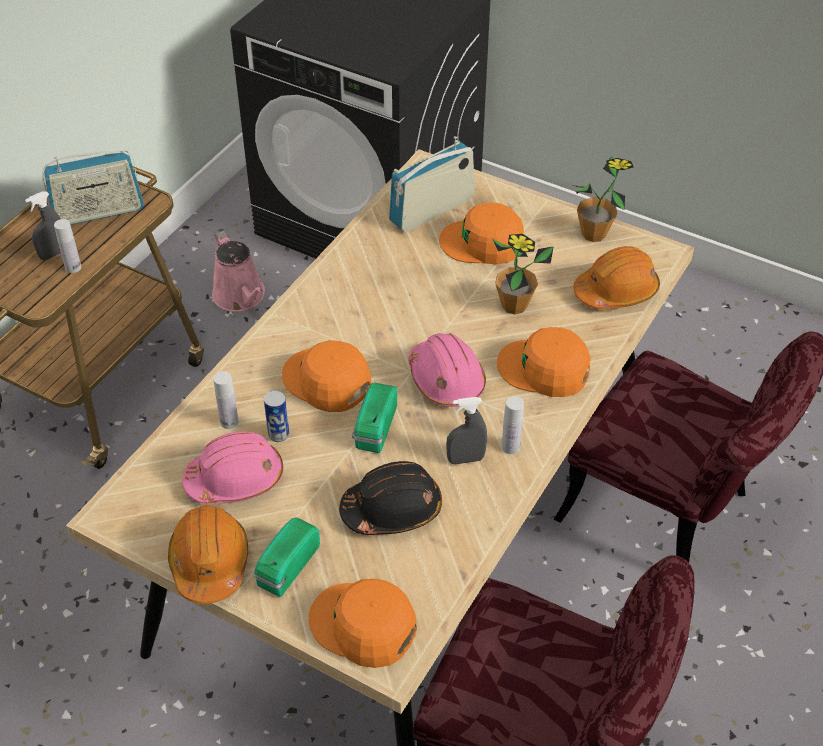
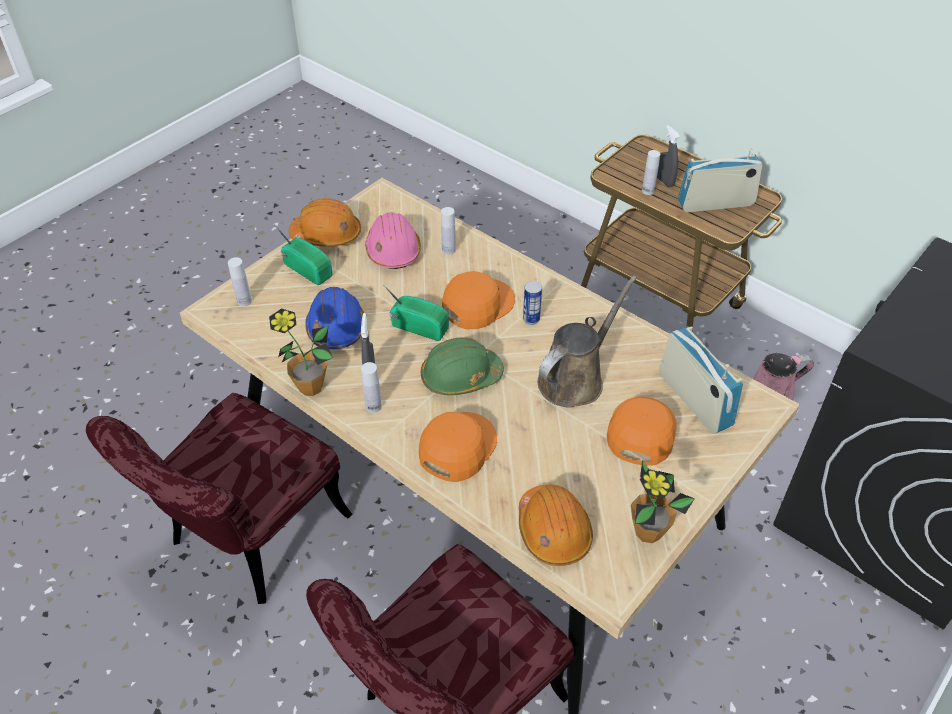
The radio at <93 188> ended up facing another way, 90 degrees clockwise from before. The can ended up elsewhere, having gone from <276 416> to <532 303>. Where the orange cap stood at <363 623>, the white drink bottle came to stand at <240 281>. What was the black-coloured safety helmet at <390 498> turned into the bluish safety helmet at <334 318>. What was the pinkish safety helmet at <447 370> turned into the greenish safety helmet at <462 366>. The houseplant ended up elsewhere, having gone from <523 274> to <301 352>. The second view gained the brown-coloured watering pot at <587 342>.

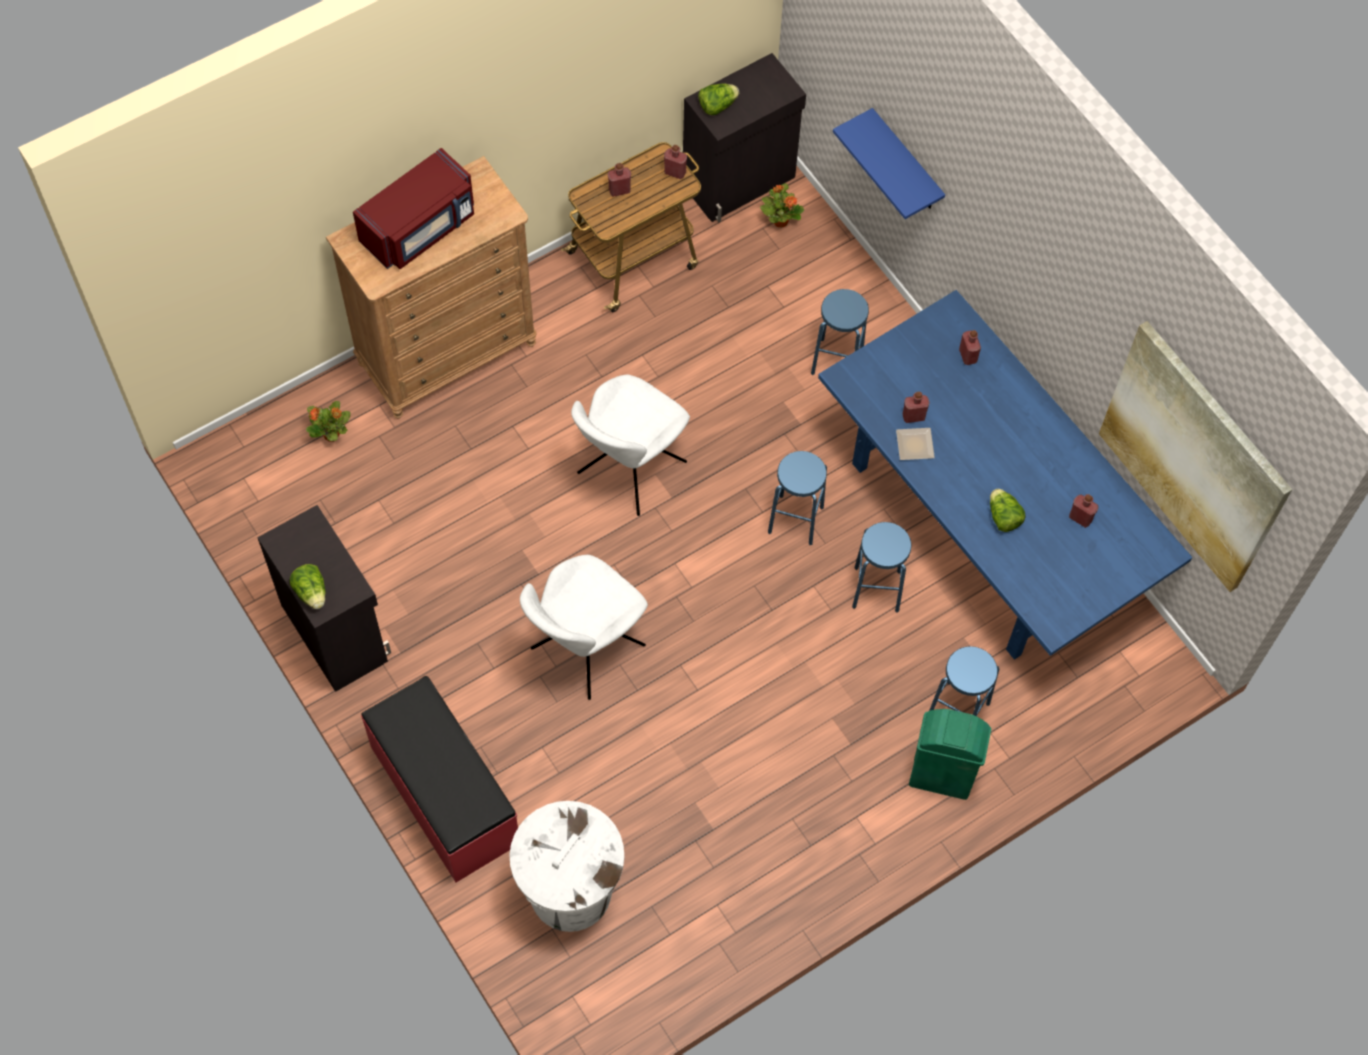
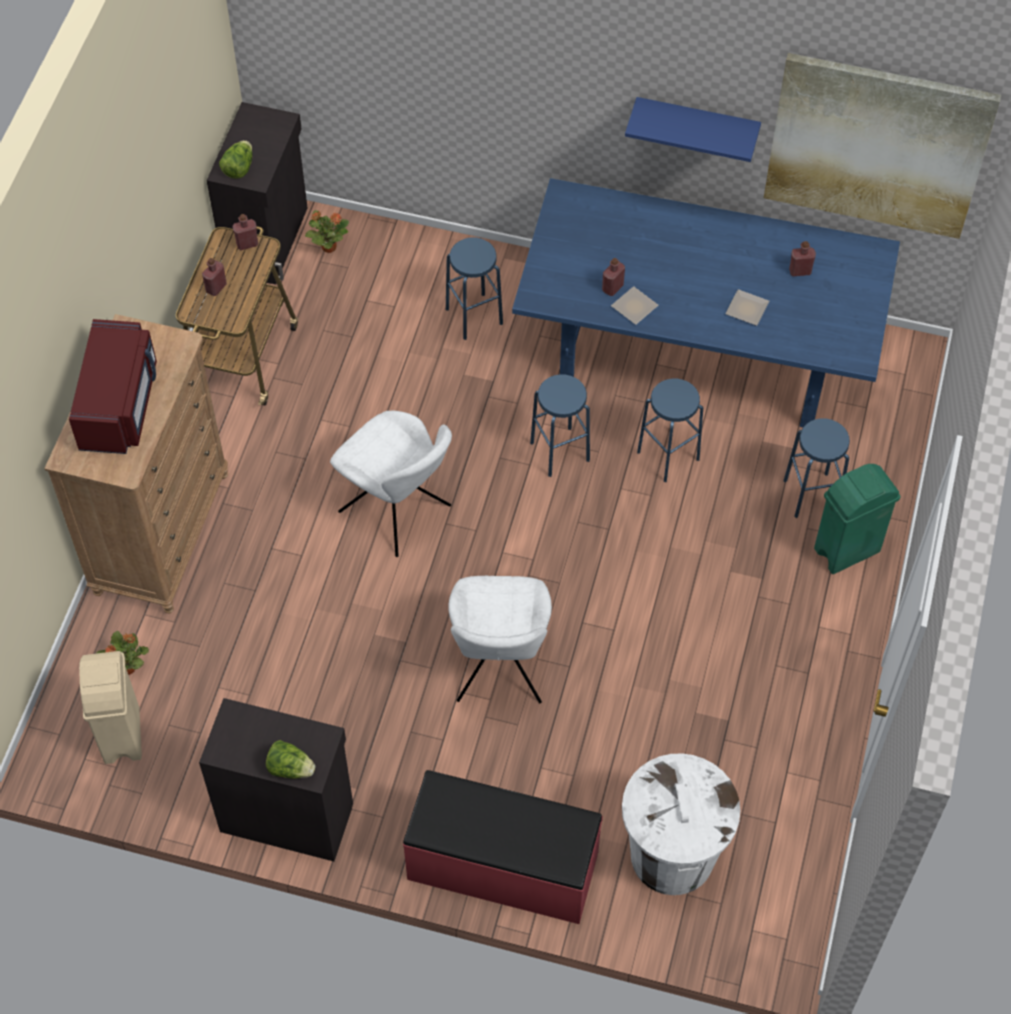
The white upright chair at <630 445> ended up facing another way, 45 degrees counterclockwise from before. The bluish bracket shelf ended up elsewhere, having gone from <889 163> to <693 129>. The second view lost the red drink bottle at <970 347>. Where the head of lettuce stood at <1008 510>, the plate came to stand at <747 307>. The second view gained the beige-coloured trash can at <110 707>.

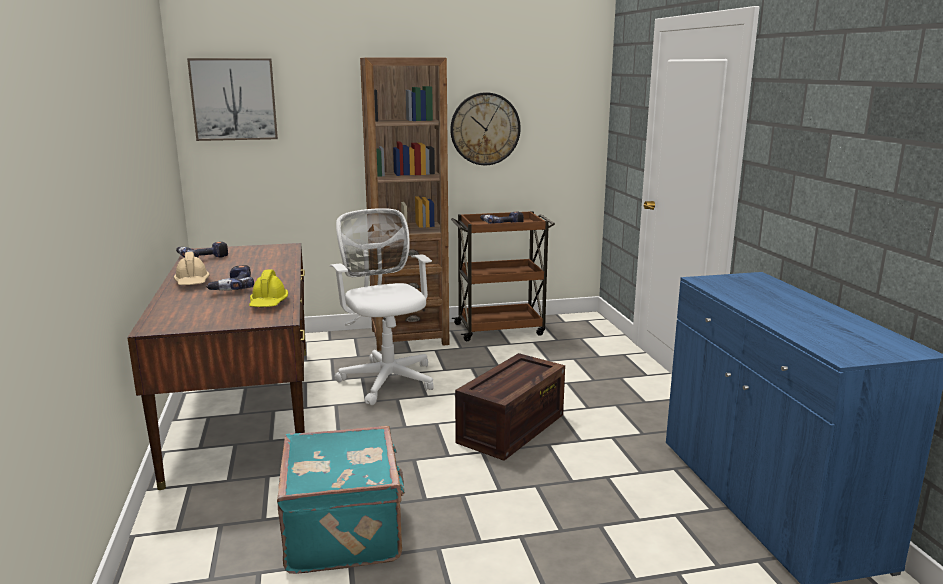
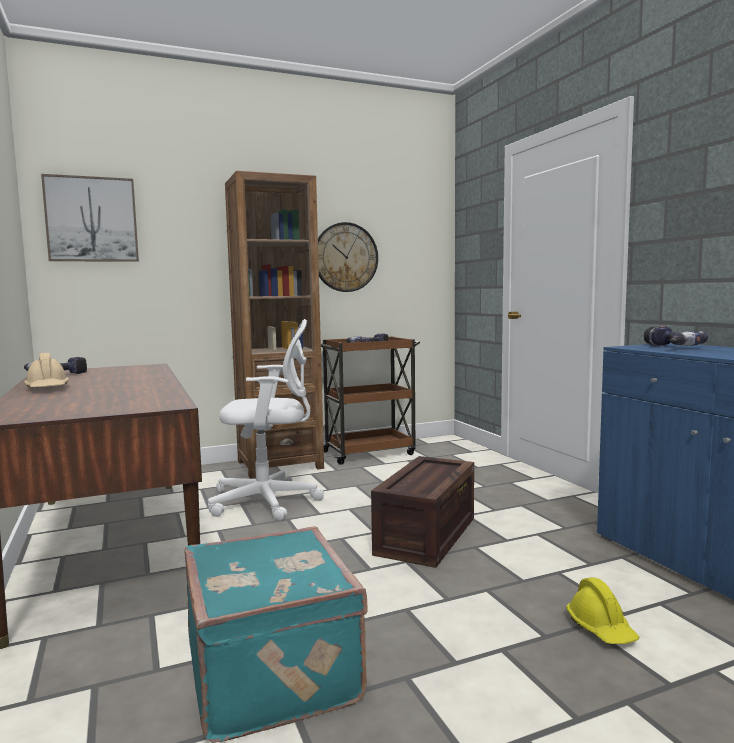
The electric drill ended up elsewhere, having gone from <230 278> to <676 336>. The yellow safety helmet ended up elsewhere, having gone from <268 288> to <603 610>. The white computer chair at <382 306> ended up facing another way, 120 degrees clockwise from before.

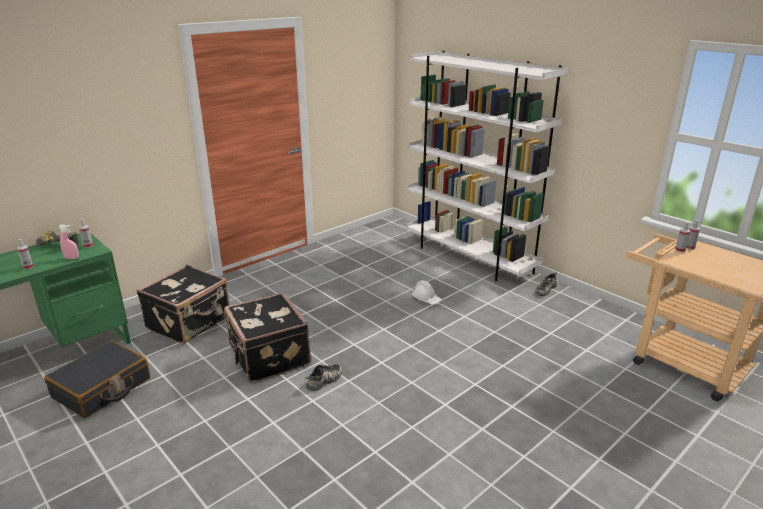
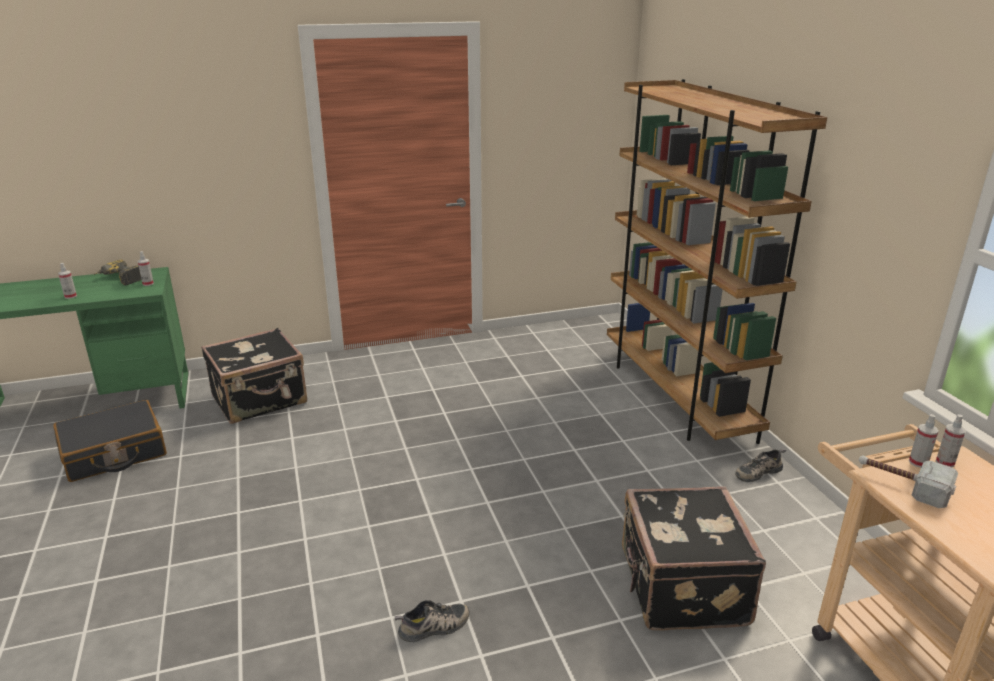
The second view lost the pinkish spray bottle at <68 242>. The black-coloured travel case ended up elsewhere, having gone from <267 337> to <694 558>. The shoe ended up elsewhere, having gone from <323 377> to <432 621>. What was the white bookshelf at <488 166> turned into the brown-coloured bookshelf at <717 261>. The second view lost the white safety helmet at <427 293>. The second view gained the tool hammer at <908 481>.

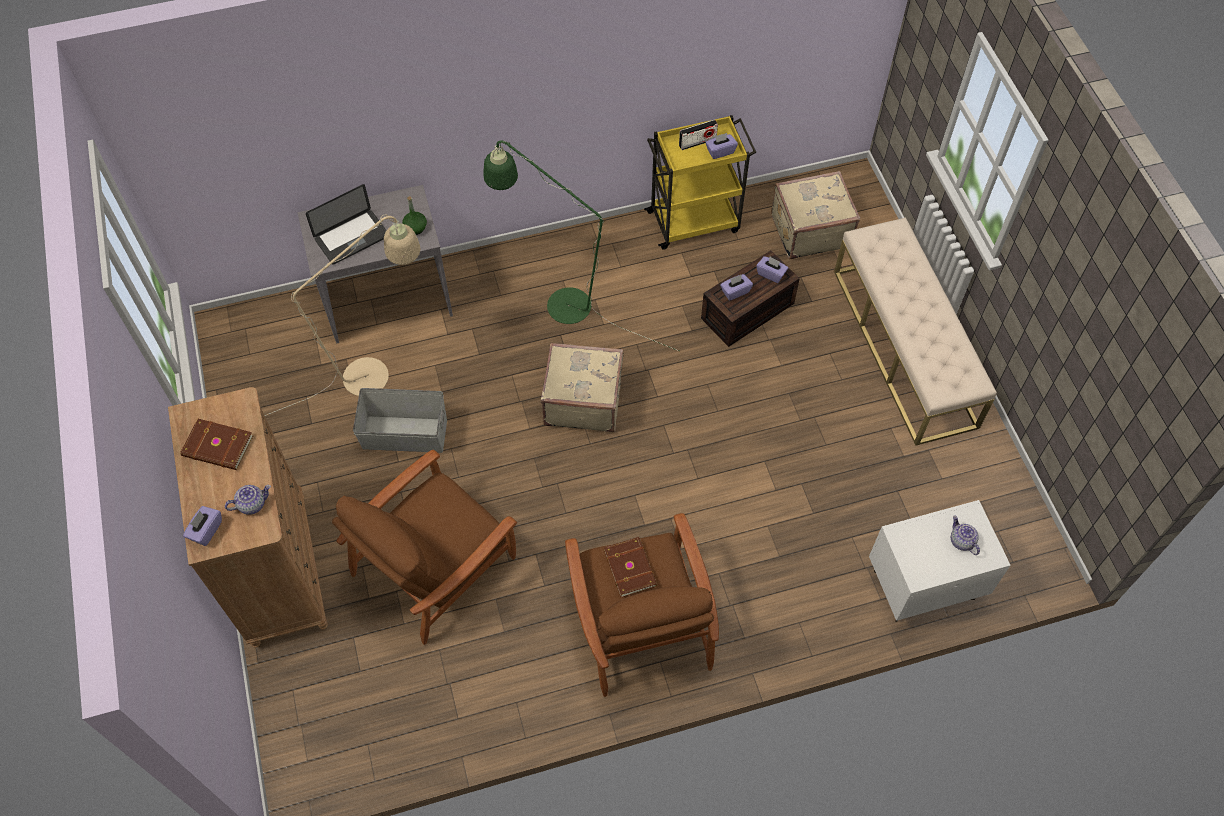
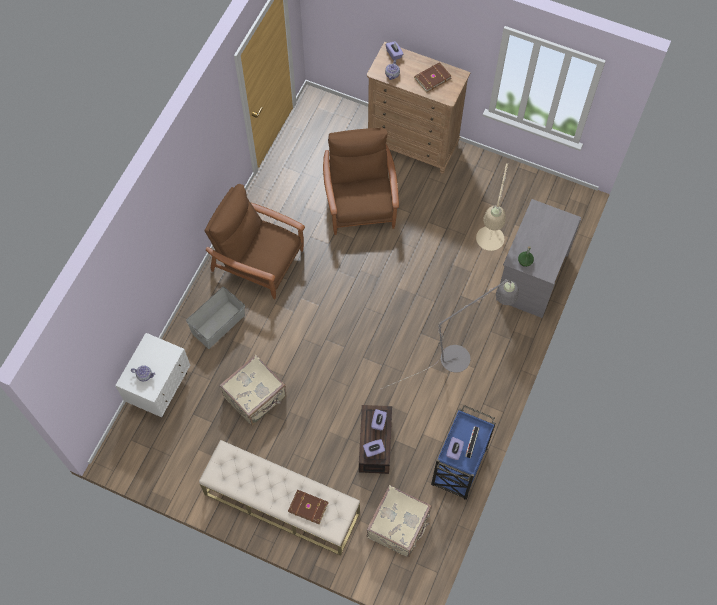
The second view lost the portable computer at <346 224>. The grey storage container ended up elsewhere, having gone from <400 420> to <215 318>. What was the greenish floor lamp at <581 245> turned into the grey floor lamp at <450 334>. The beige-coloured travel case ended up elsewhere, having gone from <582 387> to <253 390>. The brown-coloured bound book ended up elsewhere, having gone from <630 567> to <308 507>. What was the yellow wheeled cart at <700 182> turned into the bluish wheeled cart at <463 452>.

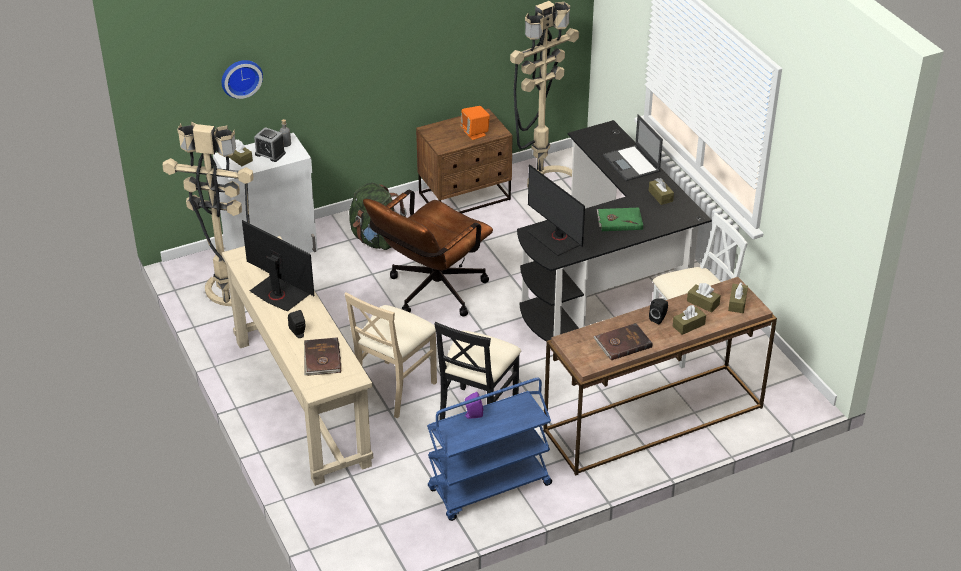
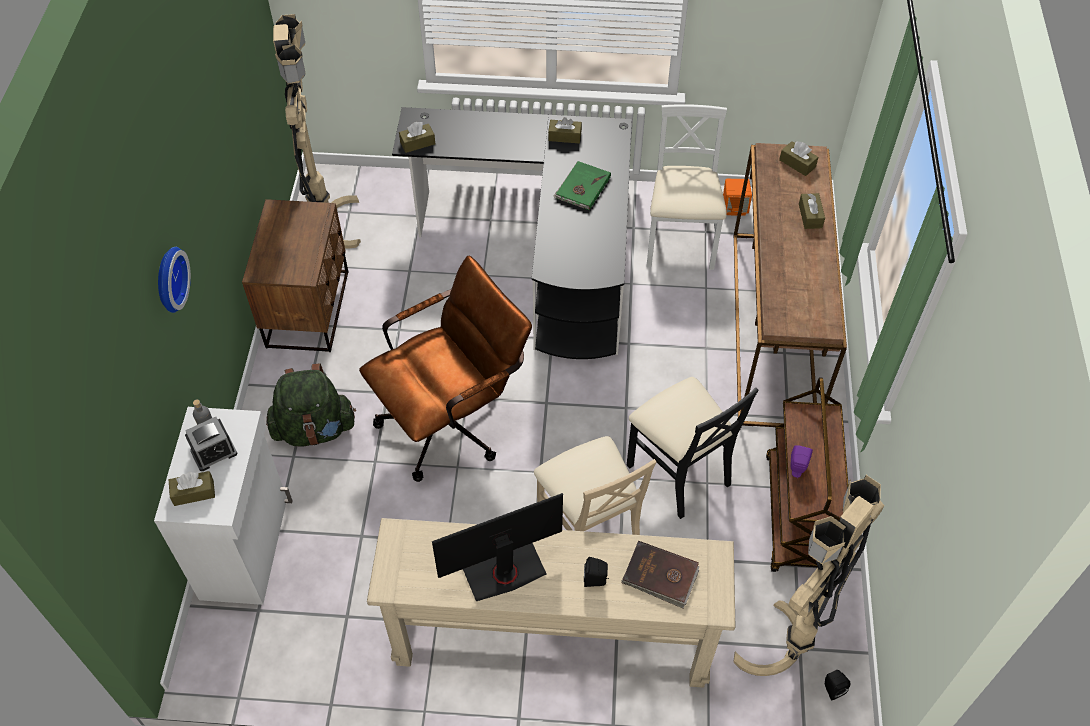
The beige-coloured floor lamp ended up elsewhere, having gone from <207 213> to <808 575>. The clock on the wall ended up elsewhere, having gone from <242 79> to <174 280>. The brown-coloured computer chair at <428 253> ended up facing another way, 105 degrees counterclockwise from before. What was the bluish wheeled cart at <489 449> turned into the brown-coloured wheeled cart at <807 474>. The orange loudspeaker ended up elsewhere, having gone from <475 123> to <737 197>. The second view lost the monitor at <556 210>. The second view lost the brown-coloured bound book at <623 341>. The second view lost the portable computer at <633 147>. The black-coloured loudspeaker ended up elsewhere, having gone from <658 311> to <837 685>. The brown-coloured tissue holder ended up elsewhere, having gone from <704 298> to <417 137>.

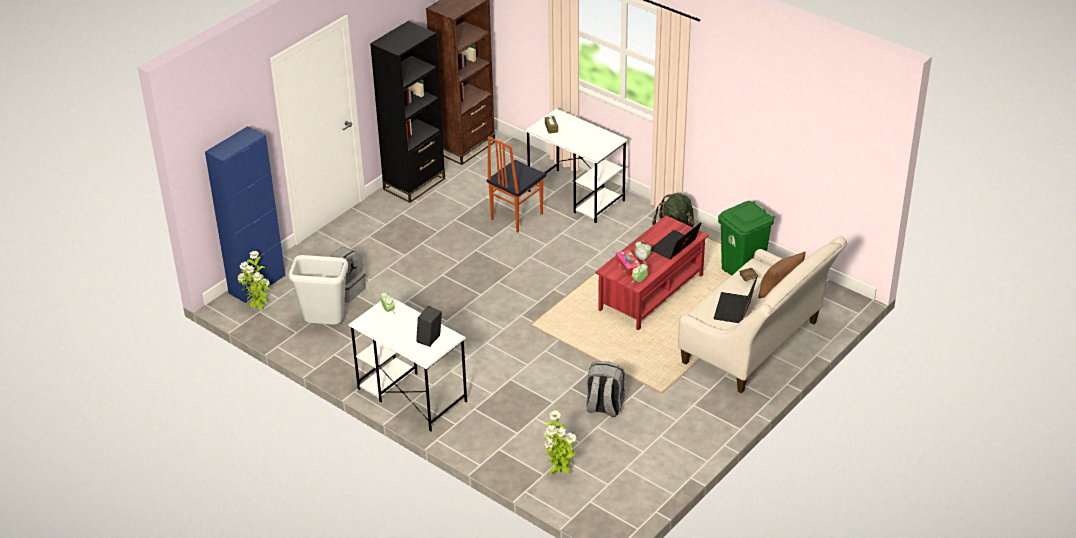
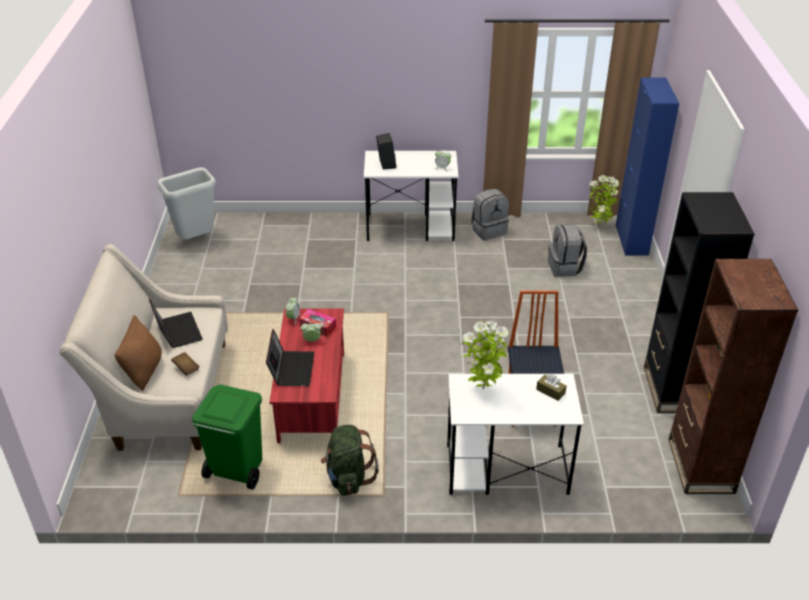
The grey trash can ended up elsewhere, having gone from <318 290> to <186 203>. The houseplant ended up elsewhere, having gone from <559 442> to <485 355>. The grey rucksack ended up elsewhere, having gone from <605 389> to <490 215>.

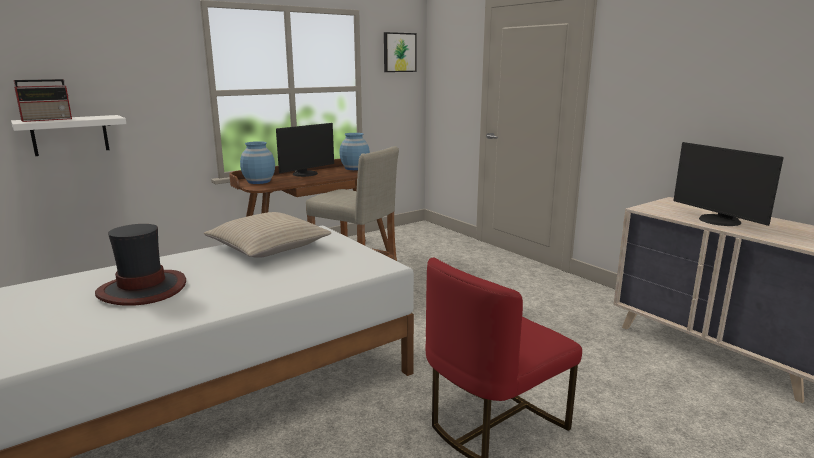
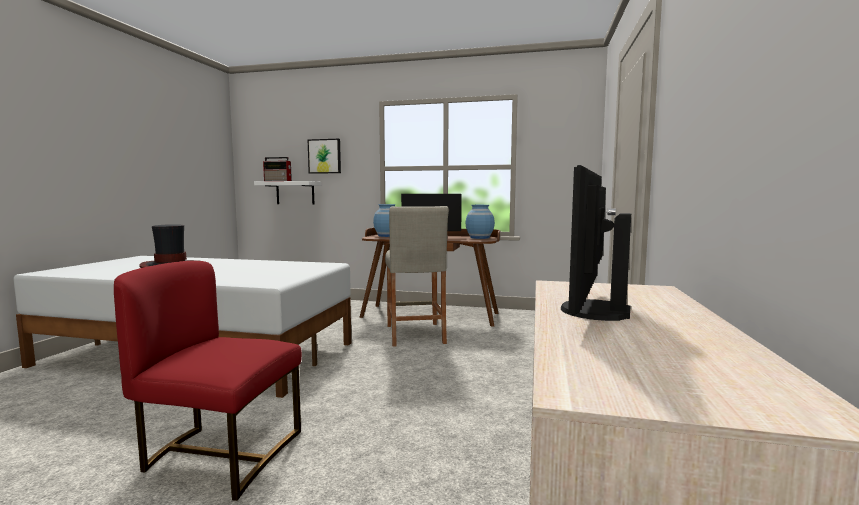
The second view lost the beige-coloured cushion at <267 235>. The picture ended up elsewhere, having gone from <400 52> to <324 156>.

